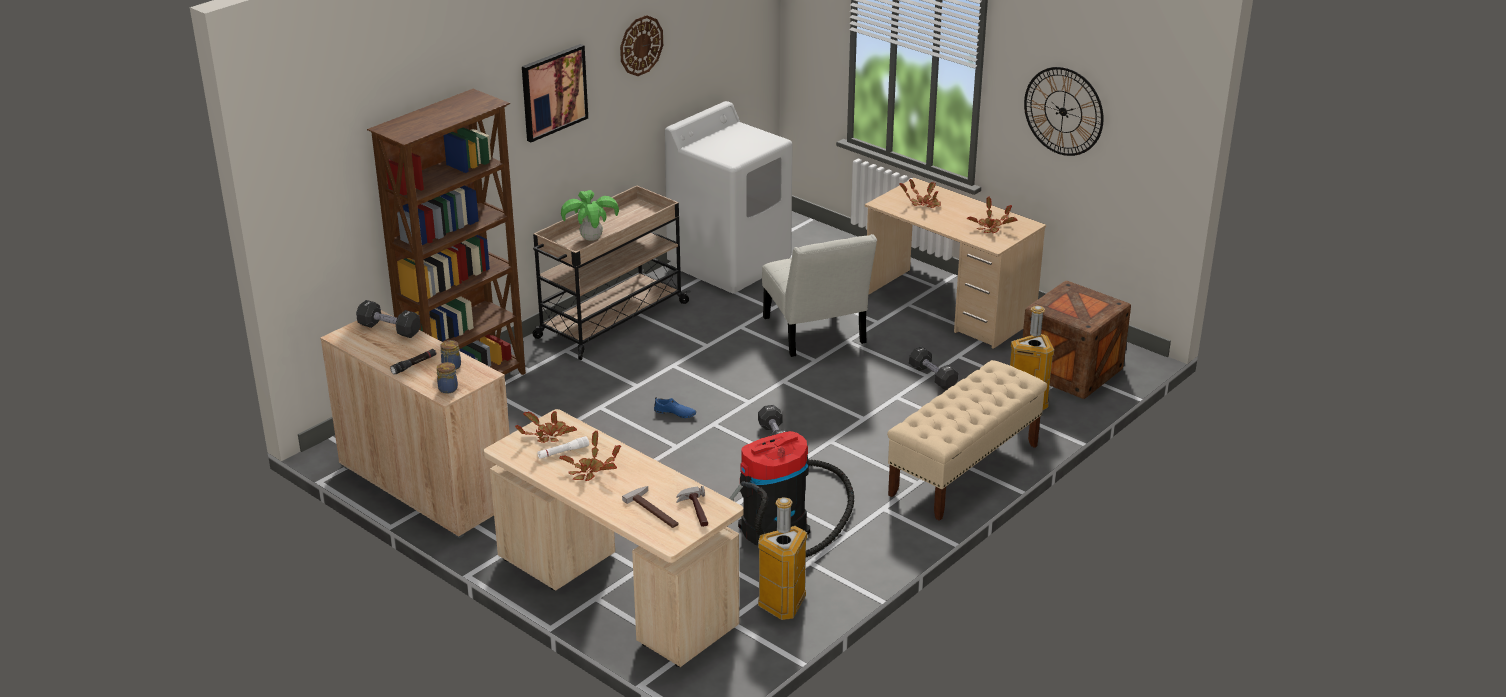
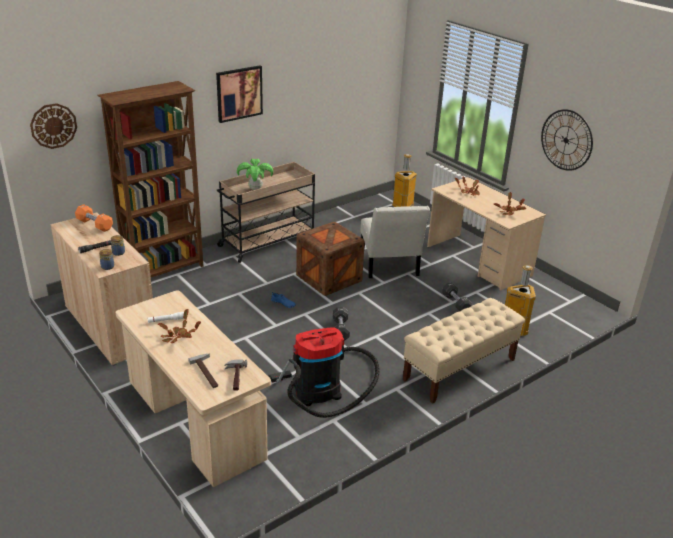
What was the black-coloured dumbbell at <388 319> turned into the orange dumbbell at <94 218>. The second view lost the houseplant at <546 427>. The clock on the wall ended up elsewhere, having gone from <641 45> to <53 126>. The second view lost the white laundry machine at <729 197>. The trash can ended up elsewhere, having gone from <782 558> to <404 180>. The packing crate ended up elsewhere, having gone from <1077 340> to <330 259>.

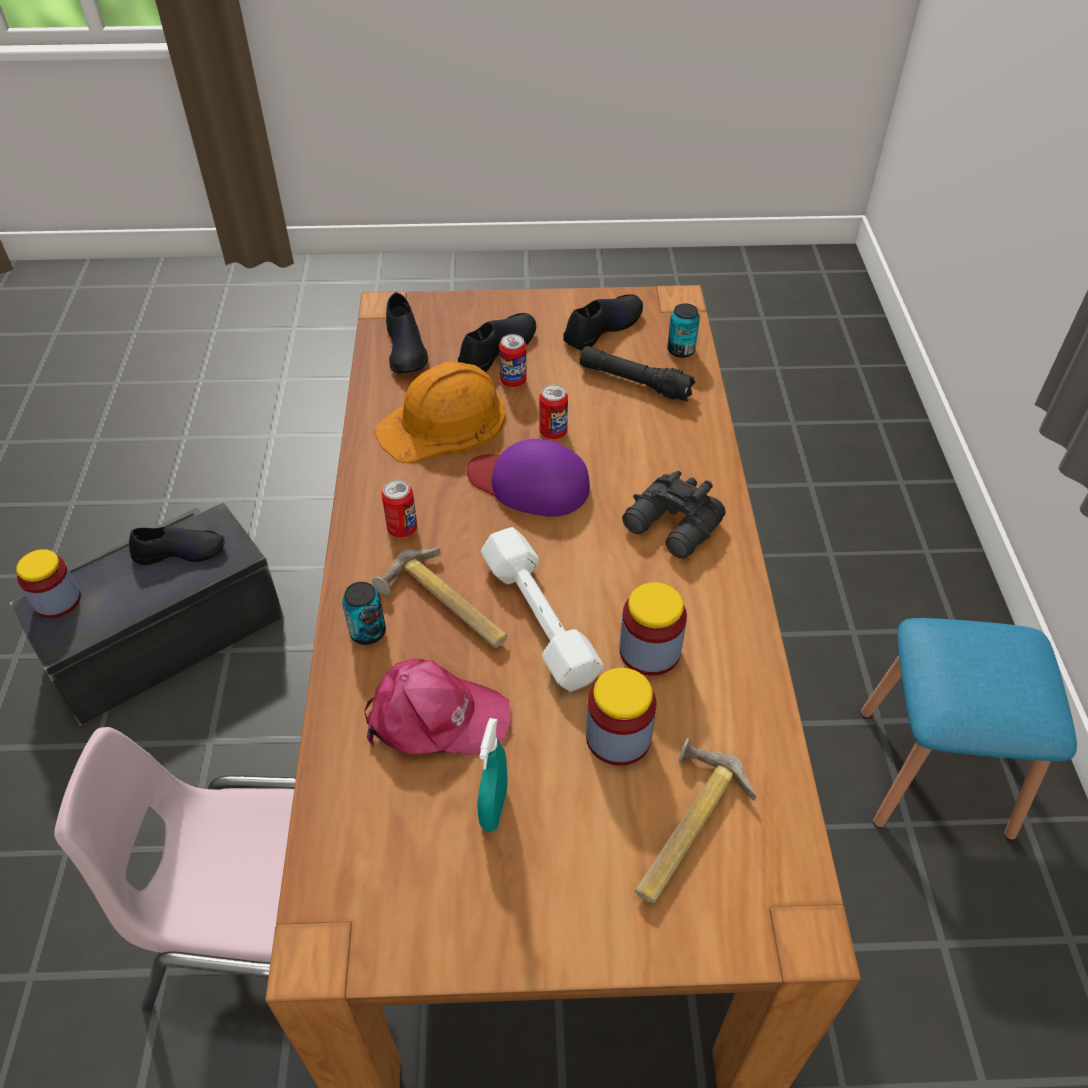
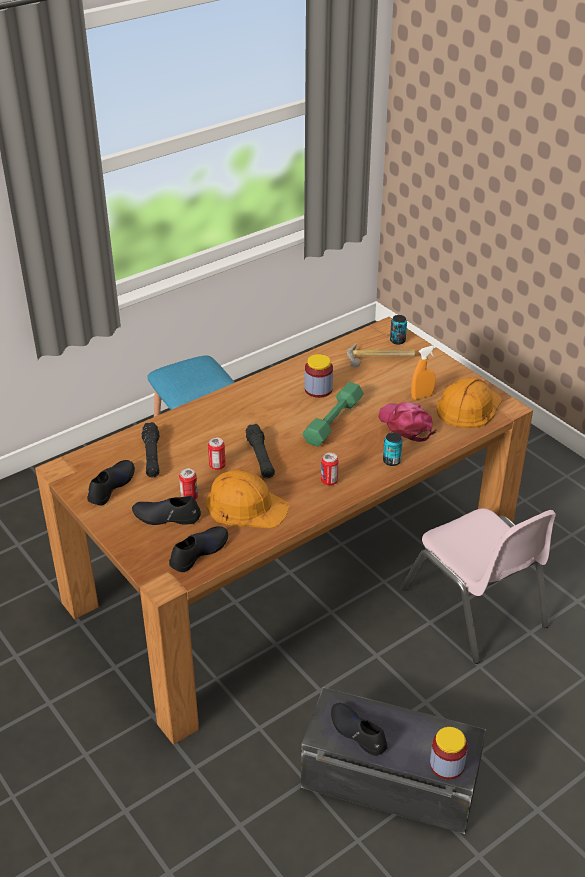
The second view lost the tool hammer at <439 597>. Where the purplish cap stood at <528 478>, the black-coloured flashlight came to stand at <260 451>. What was the turquoise spray bottle at <492 775> turned into the orange spray bottle at <423 372>. What was the white dumbbell at <542 609> turned into the greenish dumbbell at <333 414>. The black-coloured shoe at <603 322> ended up facing another way, 105 degrees clockwise from before. The second view lost the preserve jar at <621 717>. The second view lost the black-coloured field glasses at <674 515>. The can ended up elsewhere, having gone from <683 330> to <398 330>. The second view gained the orange safety helmet at <469 402>.

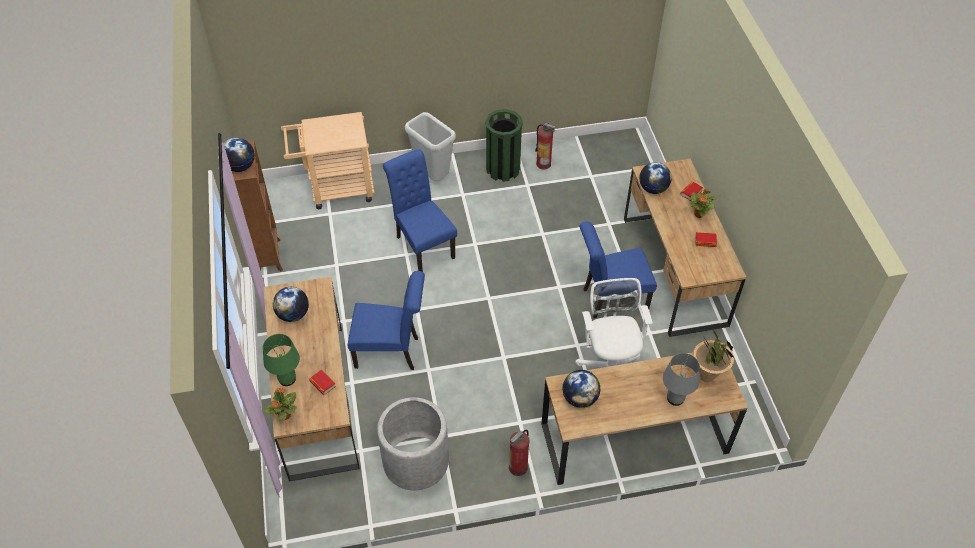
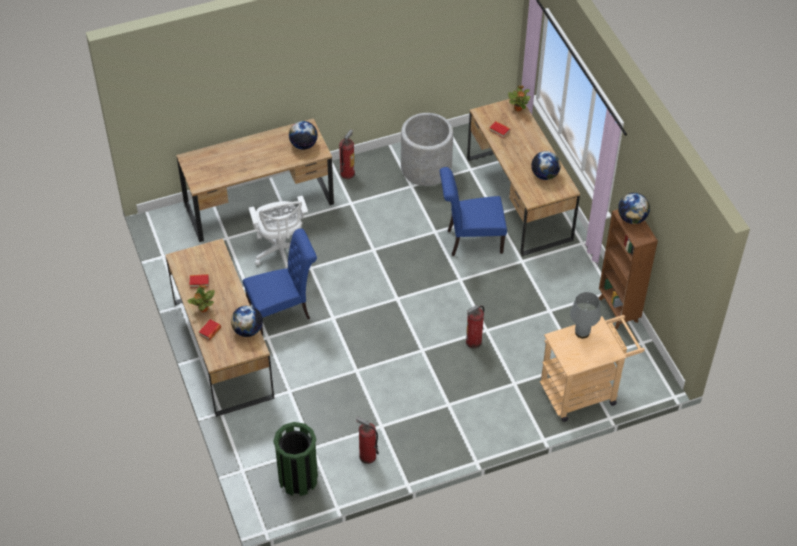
The second view lost the greenish tabletop lamp at <281 360>. Where the bluish upright chair stood at <420 210>, the fire-fighting cylinder came to stand at <475 327>. The second view lost the grey trash can at <430 146>. The greenish trash can ended up elsewhere, having gone from <504 145> to <295 459>. The grey tabletop lamp ended up elsewhere, having gone from <681 379> to <585 315>. The second view lost the houseplant at <714 356>.

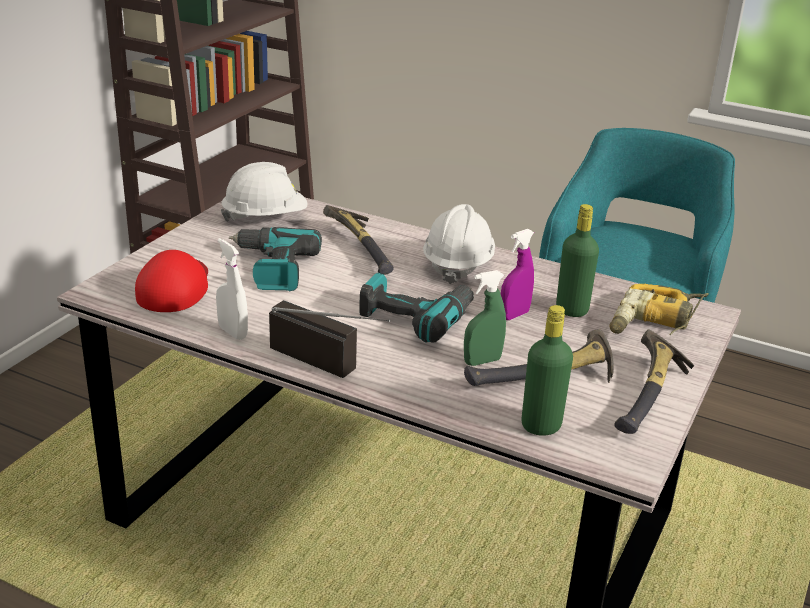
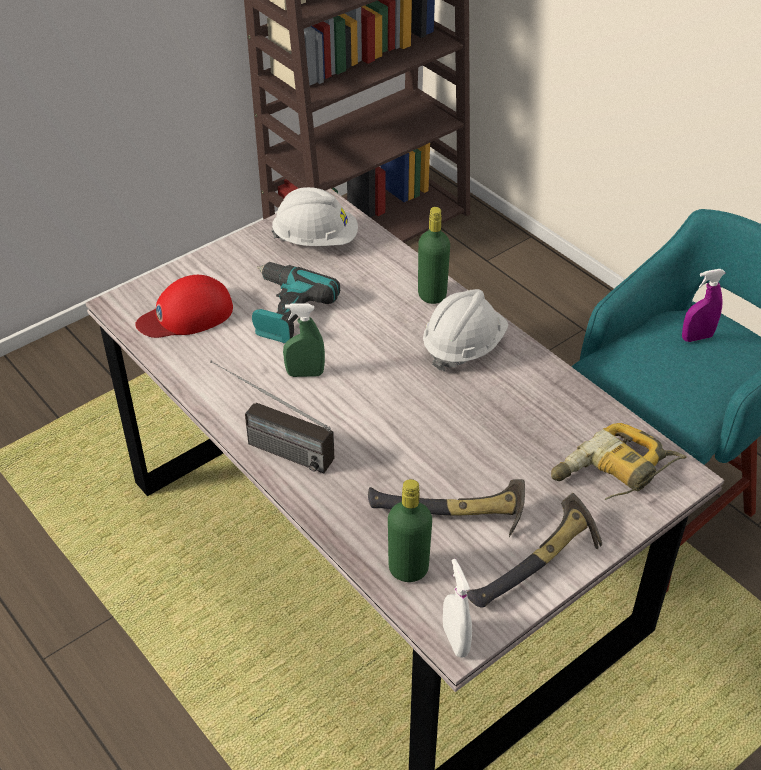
The red cap at <171 281> ended up facing another way, 150 degrees counterclockwise from before. The white spray bottle ended up elsewhere, having gone from <232 289> to <457 608>. The radio at <329 339> ended up facing another way, 150 degrees clockwise from before. The second view lost the tool hammer at <358 239>. The second view lost the electric drill at <416 307>. The greenish spray bottle ended up elsewhere, having gone from <485 318> to <304 340>. The purplish spray bottle ended up elsewhere, having gone from <517 274> to <704 305>. The greenish drink bottle ended up elsewhere, having gone from <577 260> to <434 255>.

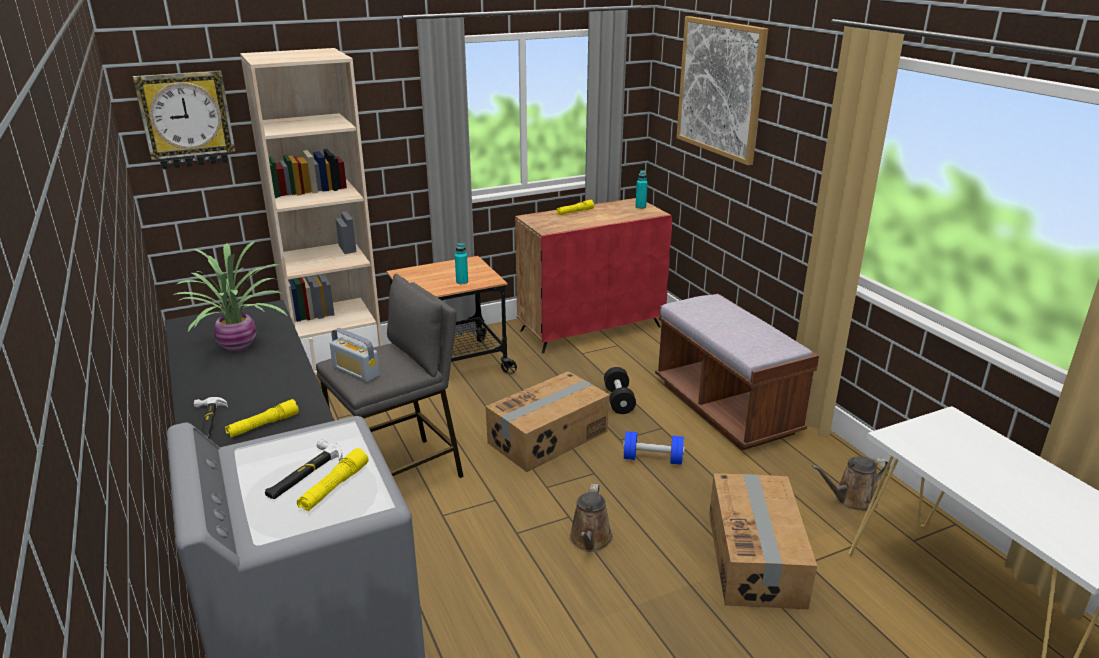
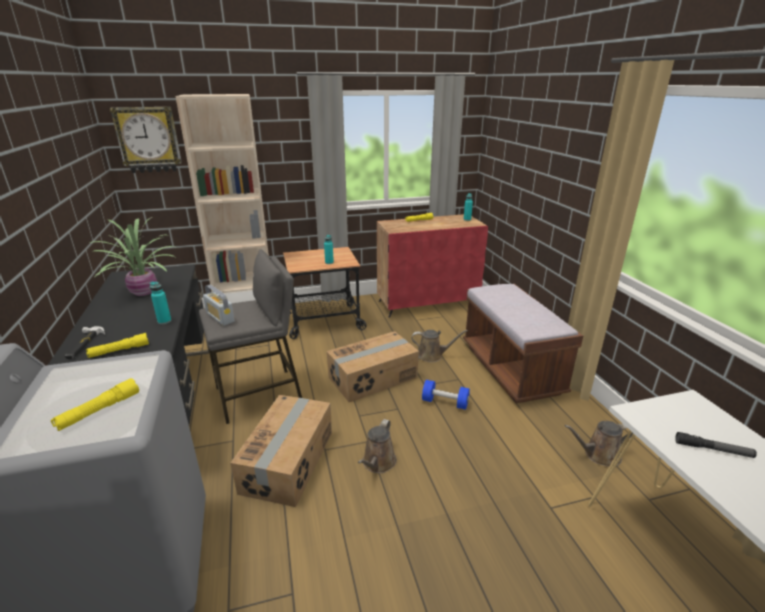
The second view lost the tool hammer at <304 469>. Where the black-coloured dumbbell stood at <620 390>, the brown-coloured watering pot came to stand at <439 346>. The second view lost the picture at <722 90>. The packing box ended up elsewhere, having gone from <763 541> to <281 451>. The second view gained the turquoise drink bottle at <160 302>. The second view gained the flashlight at <716 445>.

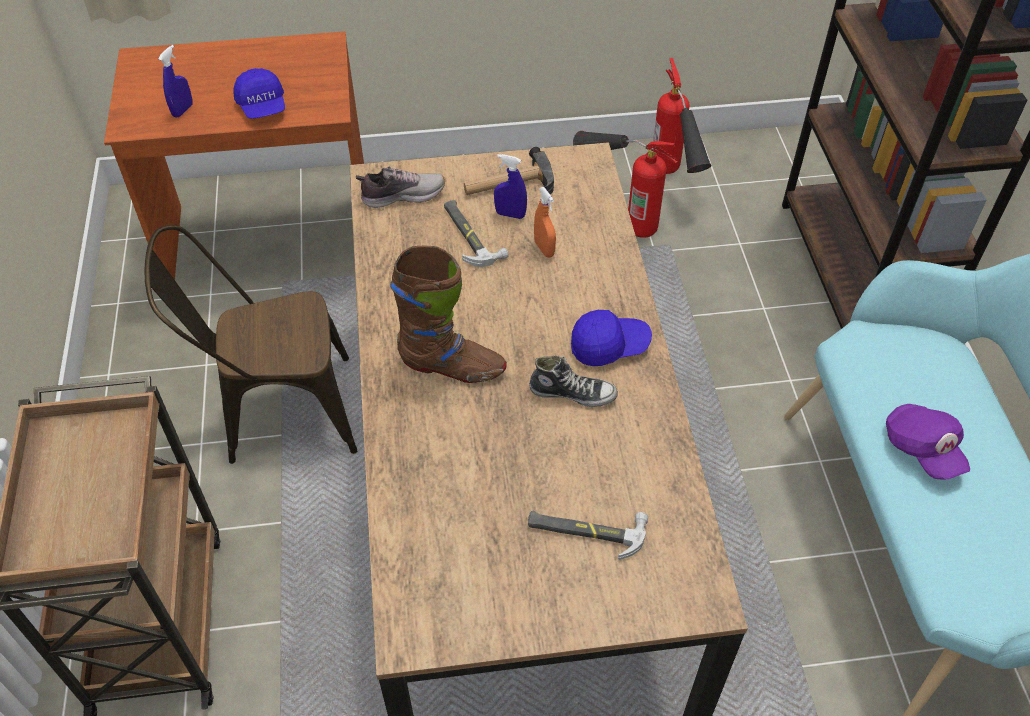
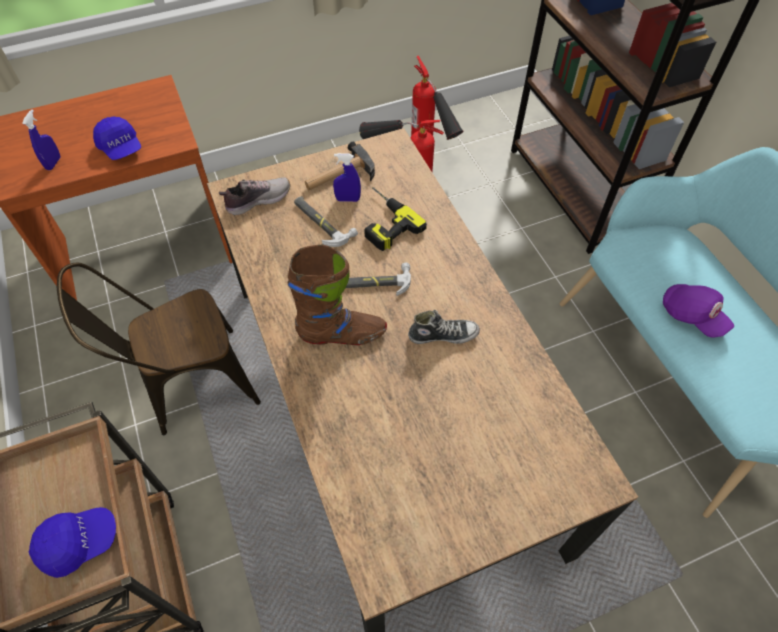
The tool hammer ended up elsewhere, having gone from <588 535> to <378 279>. Where the orange spray bottle stood at <545 222>, the electric drill came to stand at <395 219>. The bluish cap ended up elsewhere, having gone from <611 338> to <72 542>.

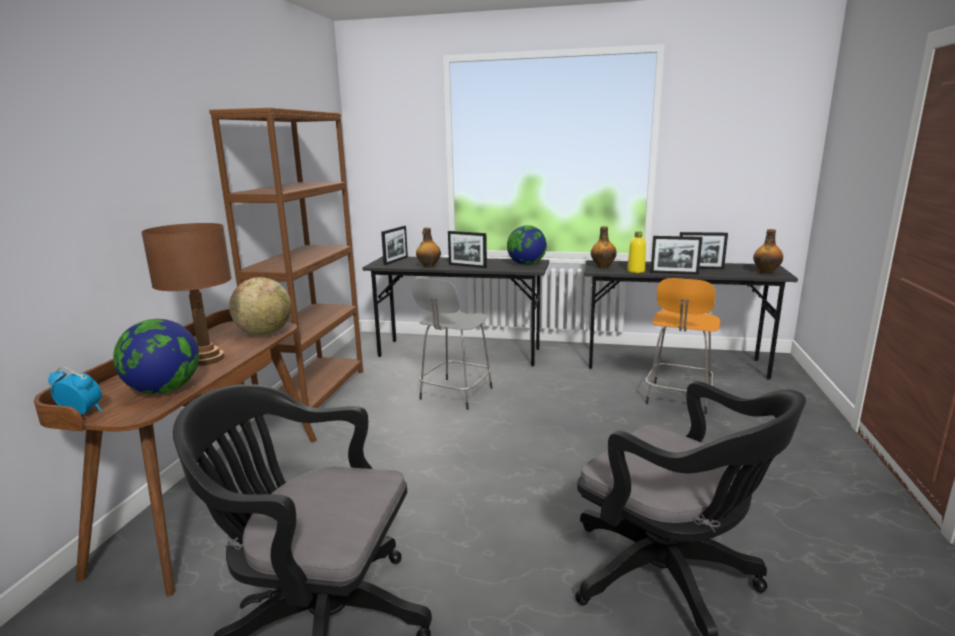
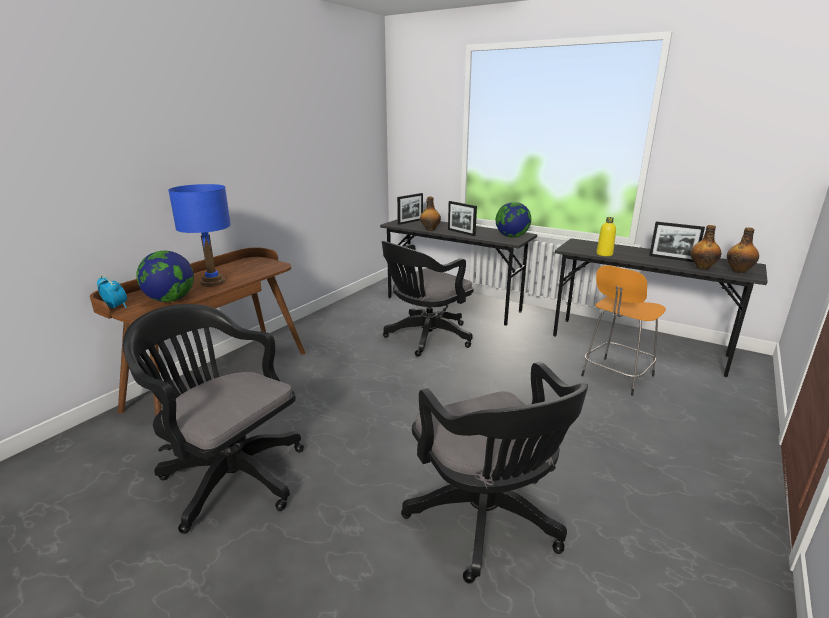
What was the brown-coloured tabletop lamp at <186 294> turned into the bluish tabletop lamp at <199 235>. The second view lost the brown-coloured bookshelf at <286 266>. The second view lost the globe at <260 306>. Where the grey stool stood at <451 344>, the black-coloured computer chair came to stand at <428 299>. The drink bottle ended up elsewhere, having gone from <604 247> to <705 247>. The second view lost the picture frame at <676 255>.

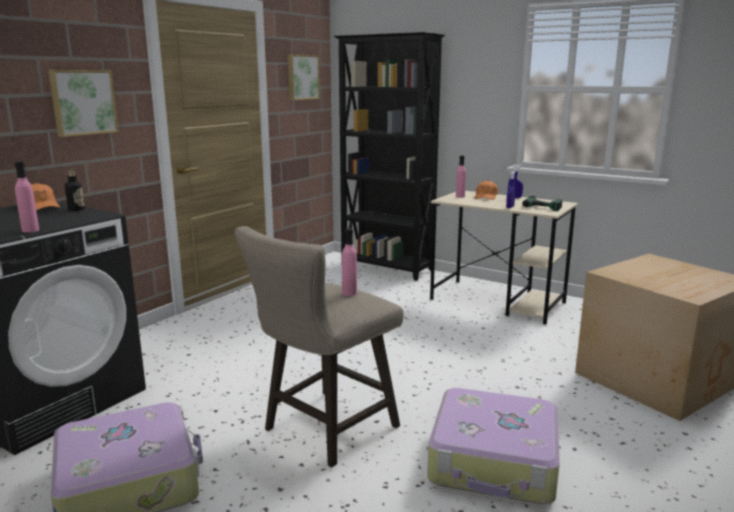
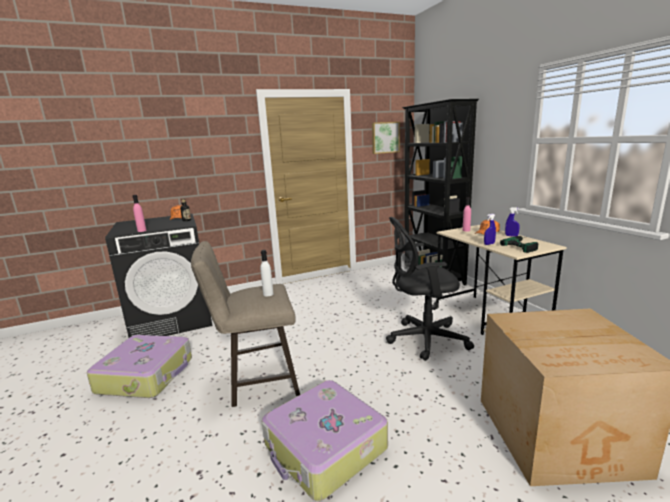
The second view lost the picture at <83 103>. What was the pinkish drink bottle at <349 262> turned into the white drink bottle at <266 273>. The second view gained the black-coloured computer chair at <430 289>.

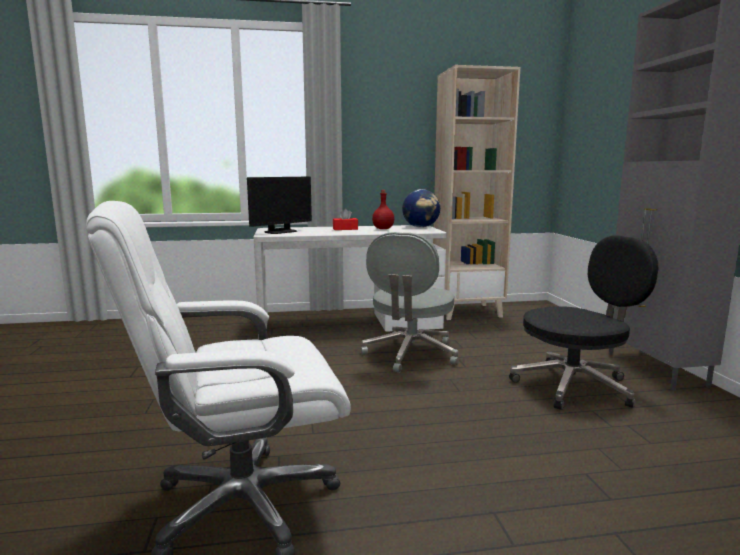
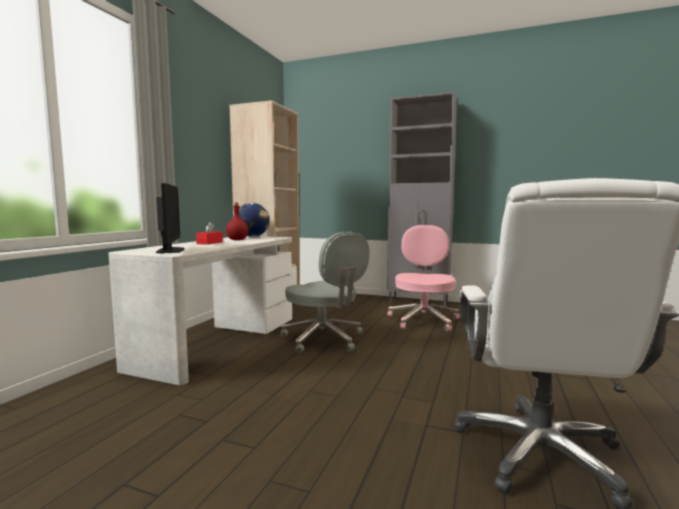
What was the black-coloured computer chair at <583 322> turned into the pinkish computer chair at <424 278>.

